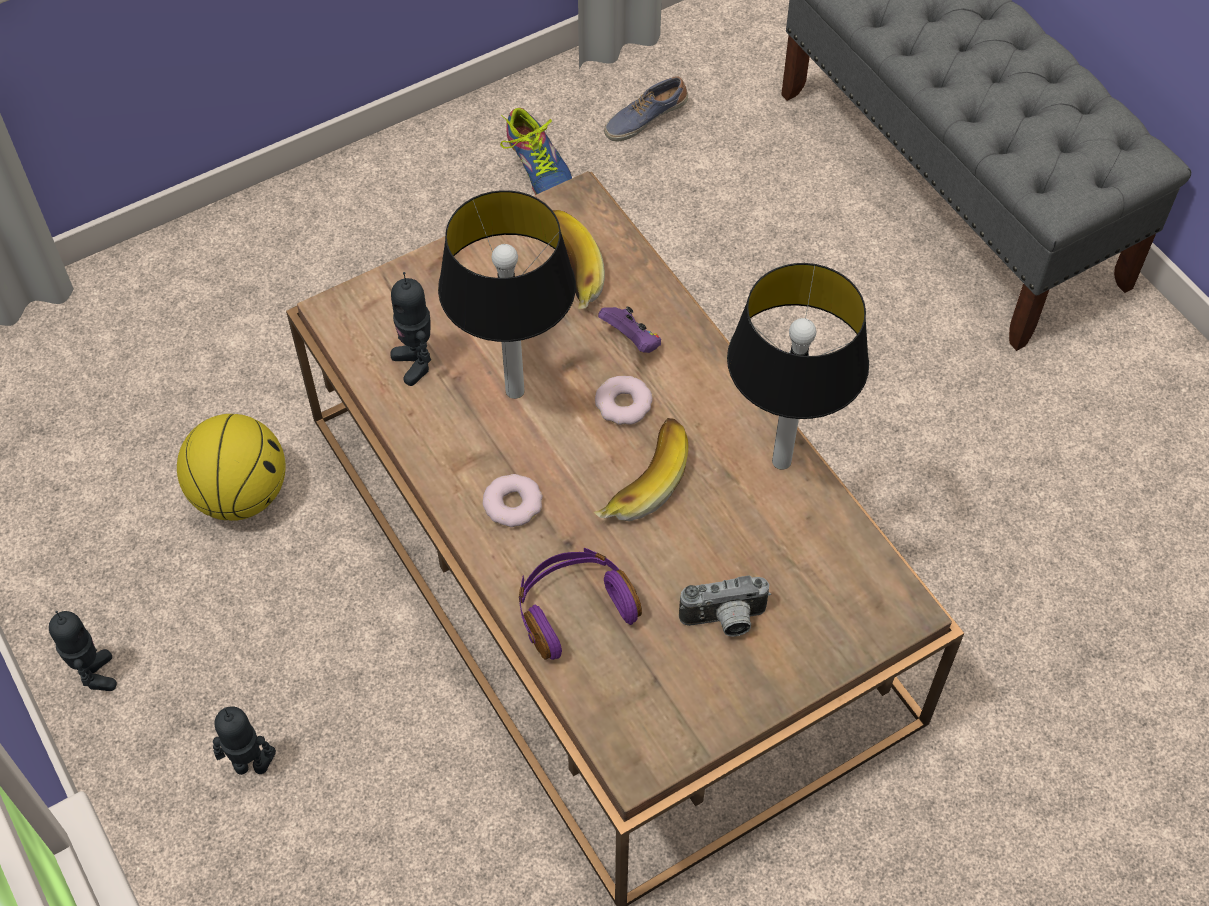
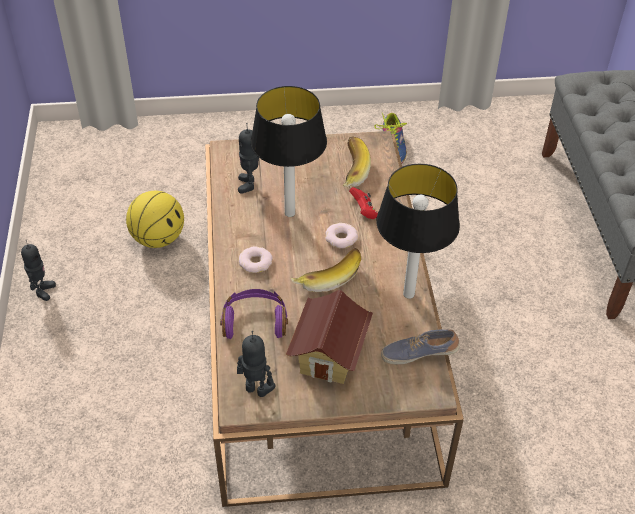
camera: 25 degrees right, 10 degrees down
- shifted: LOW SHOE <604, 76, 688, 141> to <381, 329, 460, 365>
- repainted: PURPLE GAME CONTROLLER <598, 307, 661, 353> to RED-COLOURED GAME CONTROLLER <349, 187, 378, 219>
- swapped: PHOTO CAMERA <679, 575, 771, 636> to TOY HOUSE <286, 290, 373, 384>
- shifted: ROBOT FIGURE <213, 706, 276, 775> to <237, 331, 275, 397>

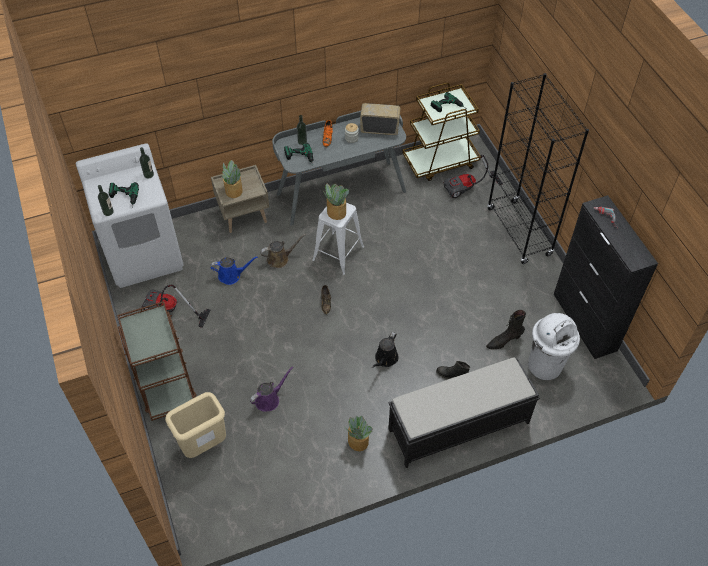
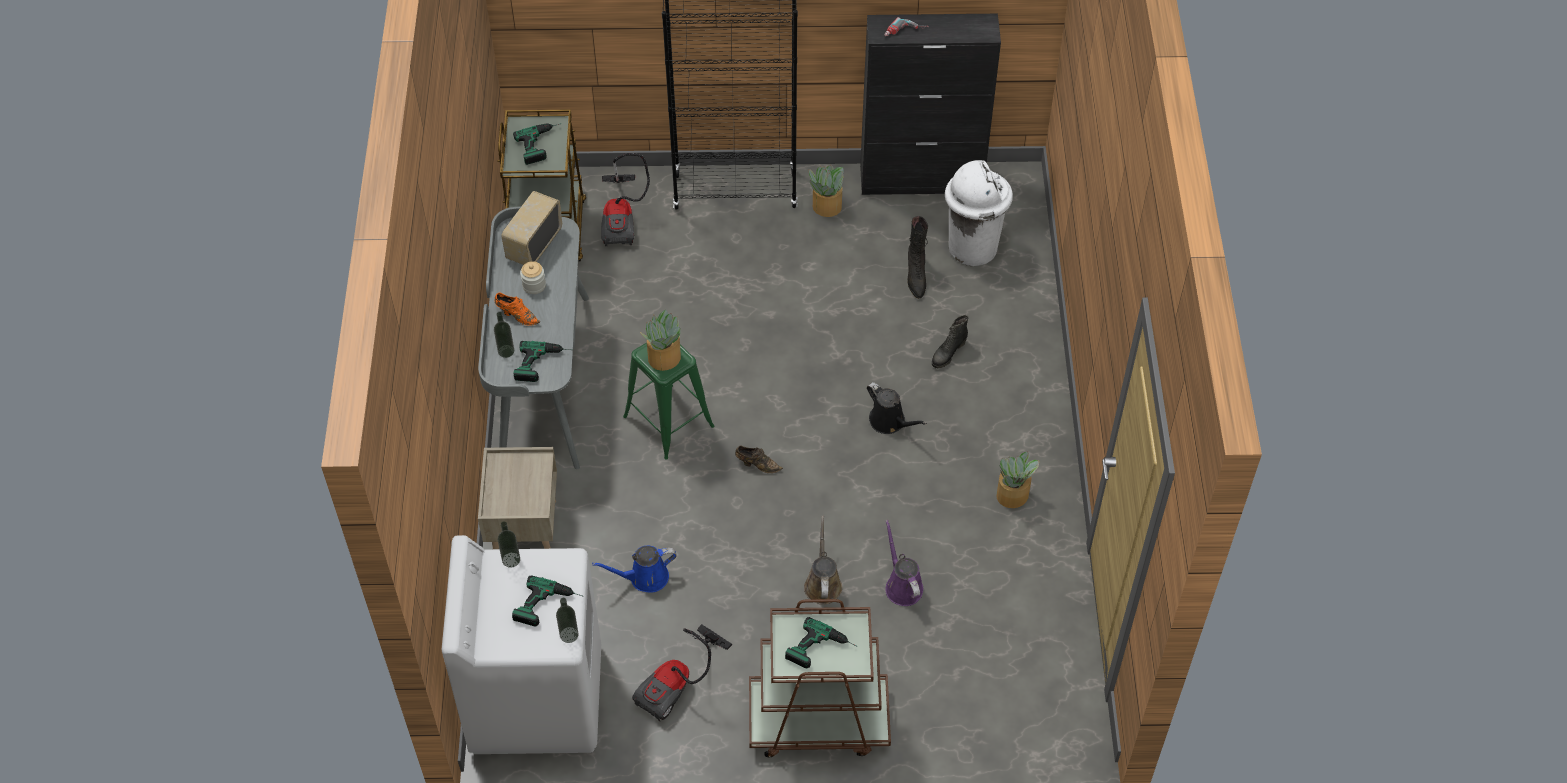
camera: 70 degrees left, 0 degrees up
- shifted: PLANT IN A POT <221, 160, 243, 198> to <809, 165, 844, 217>
- repainted: WHITISH STOOL SEAT <312, 203, 364, 275> to GREEN STOOL SEAT <623, 342, 714, 459>
- shifted: BROWN WATERING CAN <260, 234, 306, 268> to <804, 515, 842, 605>
- rotated: BLUISH WATERING CAN <210, 256, 258, 285> = <592, 546, 677, 593> 120 degrees counterclockwise
- gone: BLACK LONG SEAT <388, 357, 540, 468>
- gone: BEIGE RUBBISH BIN <165, 392, 226, 458>
- new: DRILL <785, 617, 858, 668>

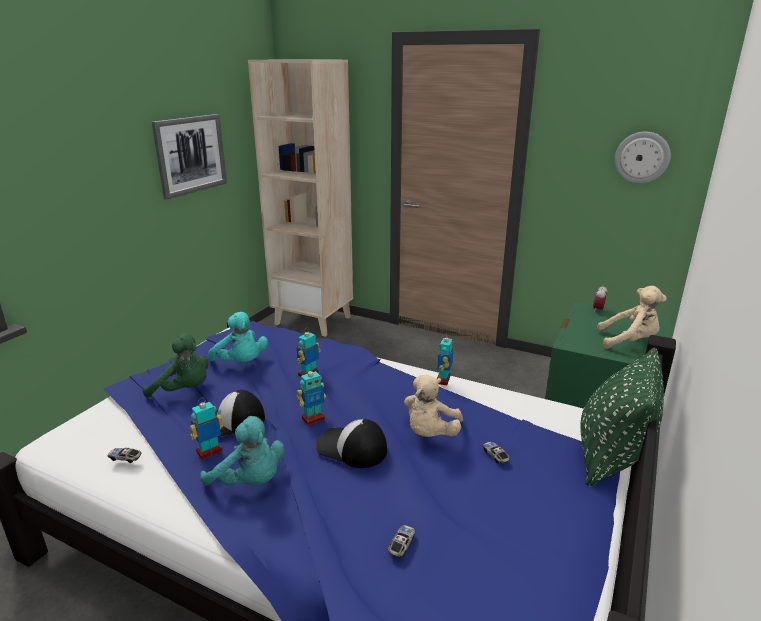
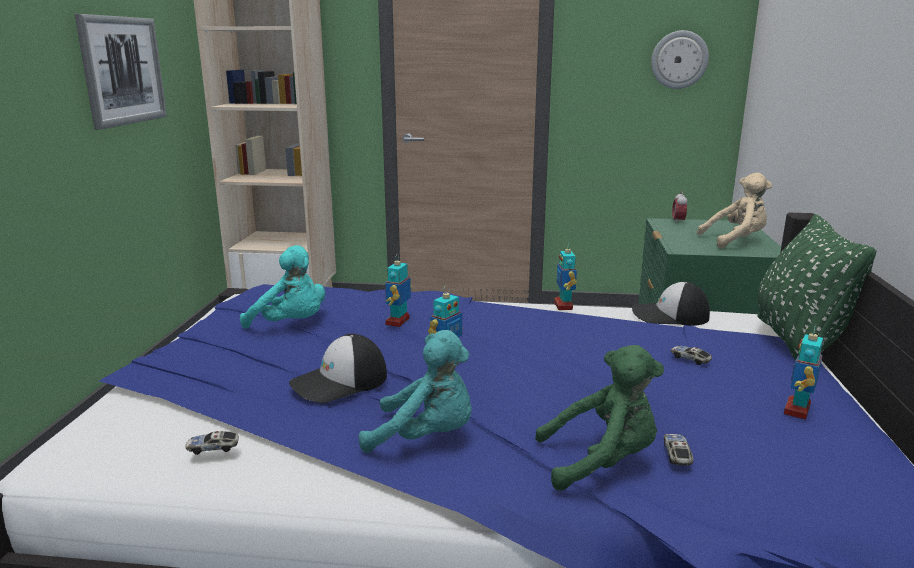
camera: 20 degrees left, 5 degrees down
- shifted: GREEN SOFT TOY <143, 333, 208, 398> to <535, 345, 664, 491>
- gone: BEIGE SOFT TOY <404, 374, 463, 437>
- shifted: ROBOT FIGURE <190, 398, 223, 460> to <784, 325, 823, 420>
- shifted: PEAKED CAP <316, 419, 387, 468> to <632, 282, 710, 326>

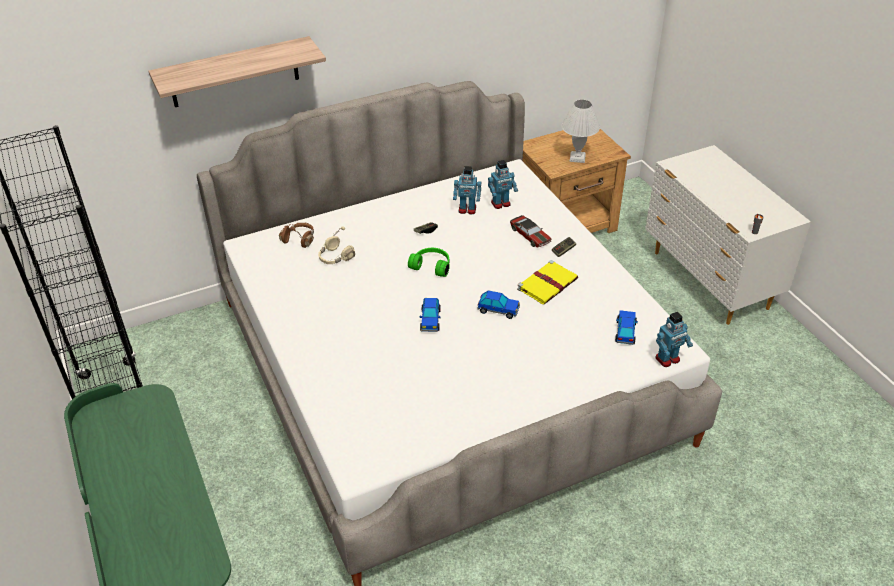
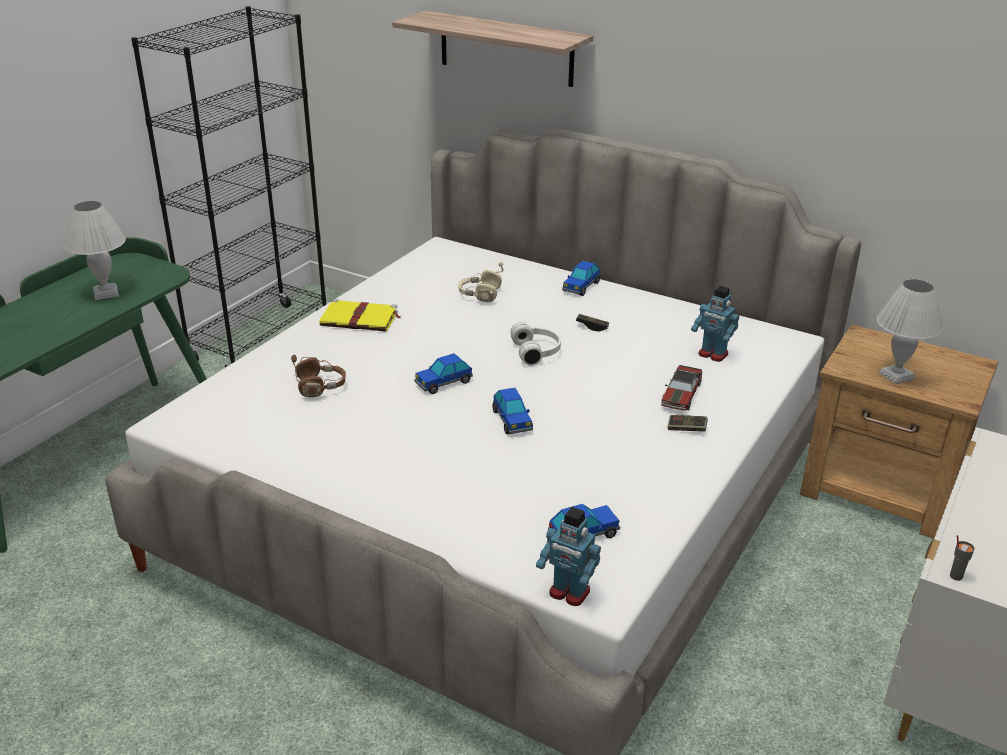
camera: 55 degrees right, 10 degrees down
- gone: ROBOT FIGURE <453, 166, 481, 214>
- shifted: BROWN PAIR OF HEADPHONES <279, 223, 314, 248> to <291, 355, 346, 397>
- repainted: GREEN PAIR OF HEADPHONES <408, 248, 450, 277> to WHITISH PAIR OF HEADPHONES <510, 322, 561, 366>
- shifted: YELLOW-COLOURED BOOK <517, 260, 578, 305> to <319, 299, 401, 332>
- new: WHITISH LAMP FOR A TABLE <64, 201, 126, 300>
- new: MINIATURE CAR <562, 261, 600, 296>

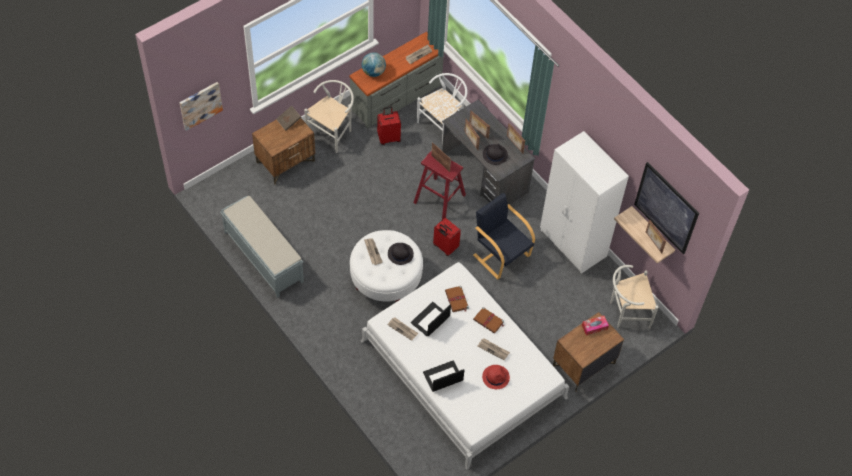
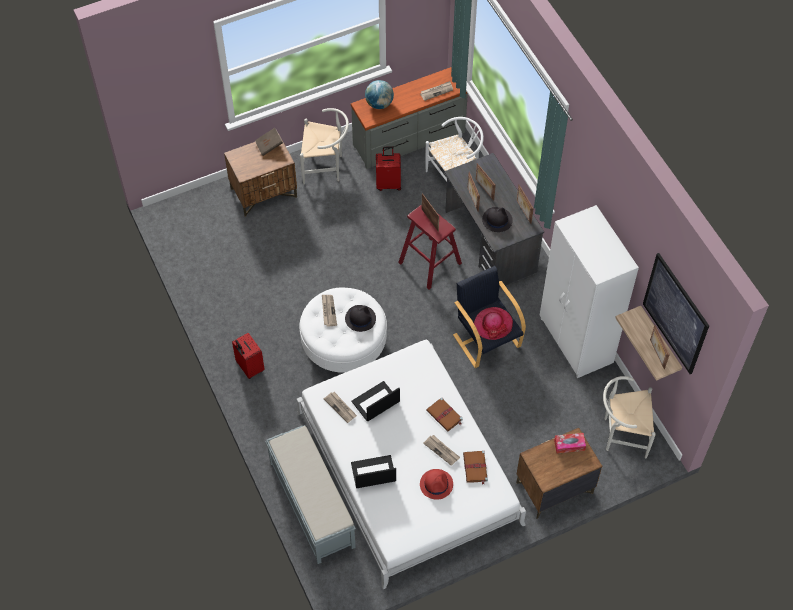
camera: 15 degrees right, 0 degrees up
- rotated: WHITISH PLAIN CHAIR <304, 80, 354, 153> = <300, 108, 349, 184> 45 degrees clockwise
- gone: PICTURE <180, 82, 223, 131>
- shifted: GREYISH LONG SEAT <220, 196, 304, 298> to <265, 425, 356, 564>
- shifted: RED-COLOURED TRAVEL CASE <433, 218, 461, 256> to <232, 333, 265, 379>
- shifted: BROWN BOOK <445, 286, 469, 312> to <463, 451, 488, 484>
- new: HAT <474, 307, 513, 340>

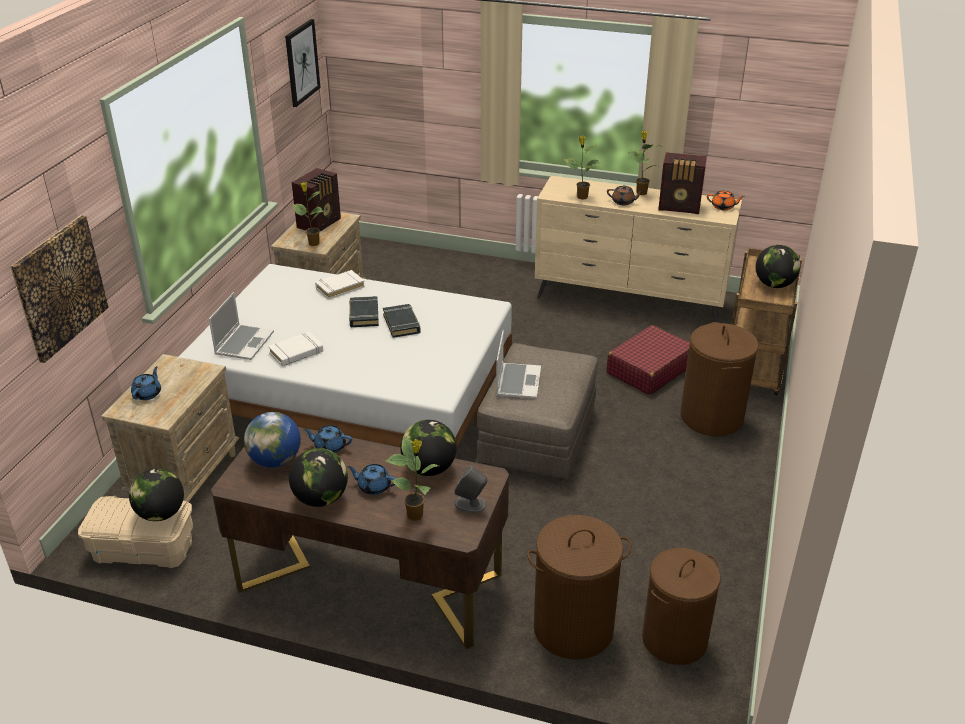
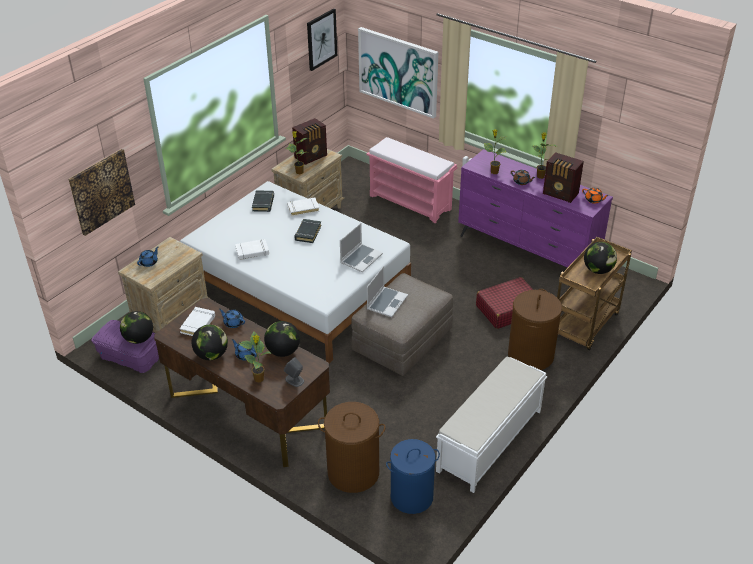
camera: 20 degrees right, 5 degrees up
- repainted: BEIGE DRAWER CHEST <535, 176, 742, 322> to PURPLE DRAWER CHEST <458, 149, 613, 268>
- shifted: LAPTOP <209, 292, 274, 360> to <340, 223, 383, 272>
- shifted: BLACK BOOK <383, 304, 421, 338> to <252, 190, 274, 212>
- swapped: GLOBE <244, 412, 301, 468> to WHITISH BOOK <180, 307, 215, 336>
- repainted: BEIGE STORAGE BIN <78, 496, 193, 568> to PURPLE STORAGE BIN <91, 320, 159, 373>
- repainted: BROWN LAUNDRY BASKET <642, 548, 721, 665> to BLUISH LAUNDRY BASKET <386, 439, 440, 514>
- new: PICTURE <358, 27, 438, 119>
- new: PINK LONG SEAT <367, 137, 457, 223>
- new: WHITISH LONG SEAT <436, 357, 547, 493>

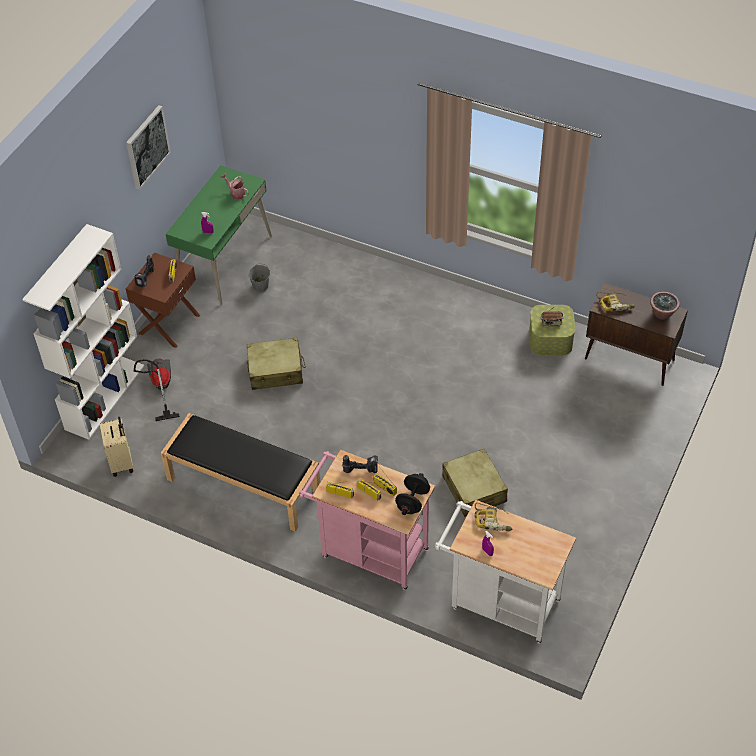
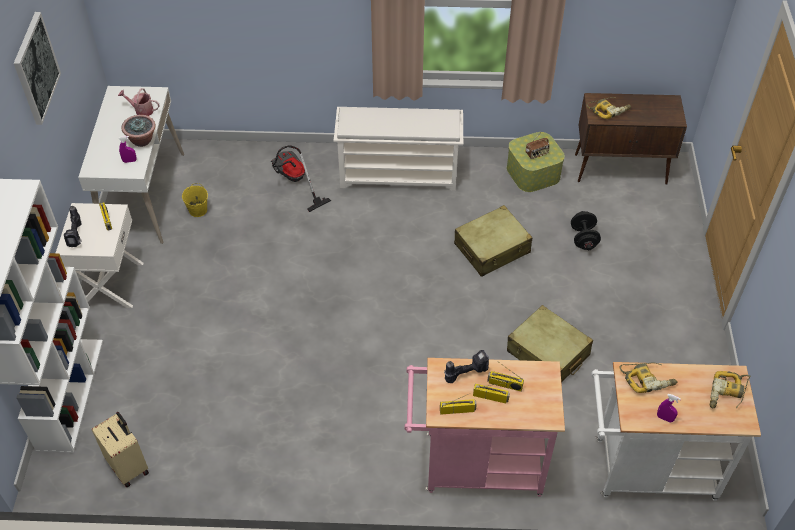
camera: 25 degrees left, 0 degrees up
- repainted: GREEN DESK <166, 165, 272, 305> to WHITISH DESK <78, 86, 184, 244>
- repainted: BROWN NIGHTSTAND <126, 252, 200, 348> to WHITISH NIGHTSTAND <56, 203, 143, 308>
- repainted: GREYISH PAIL <248, 265, 270, 292> to YELLOW-COLOURED PAIL <182, 183, 208, 217>
- shifted: PLANT IN A POT <650, 291, 680, 320> to <121, 115, 156, 147>
- shifted: BEIGE TRAVEL CASE <247, 337, 306, 390> to <454, 205, 532, 277>
- shifted: HOOVER <134, 359, 180, 421> to <270, 145, 331, 212>
- gone: BLACK LONG SEAT <161, 413, 320, 532>
- shifted: BLACK HAND WEIGHT <395, 473, 430, 515> to <571, 211, 601, 250>
- new: WHITISH SHOE RACK <333, 107, 463, 191>
- new: DRILL <710, 371, 750, 409>

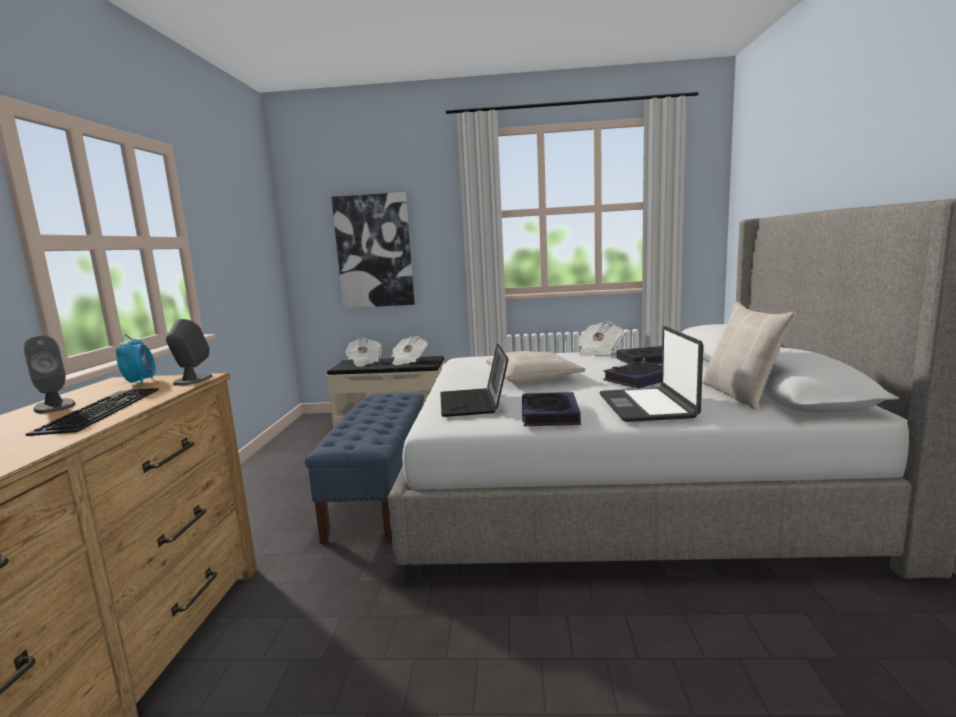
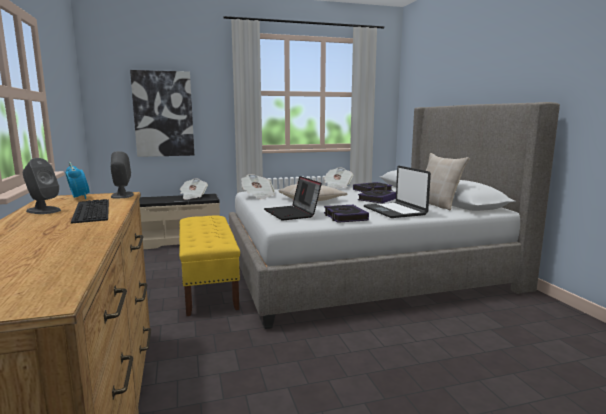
camera: 20 degrees left, 0 degrees up
- shifted: DAILY PAPER <345, 338, 382, 367> to <241, 174, 275, 199>
- repainted: BLUISH LONG SEAT <305, 393, 424, 544> to YELLOW-COLOURED LONG SEAT <179, 216, 240, 316>

